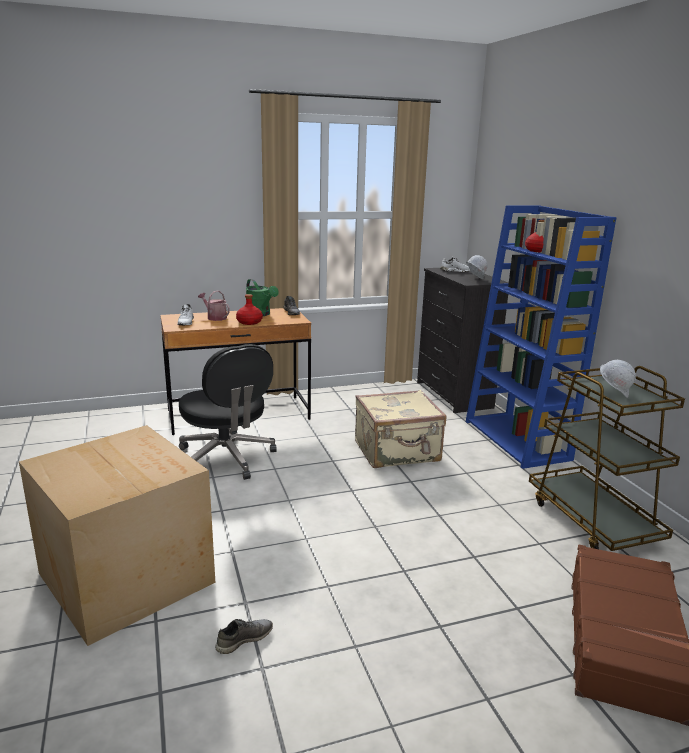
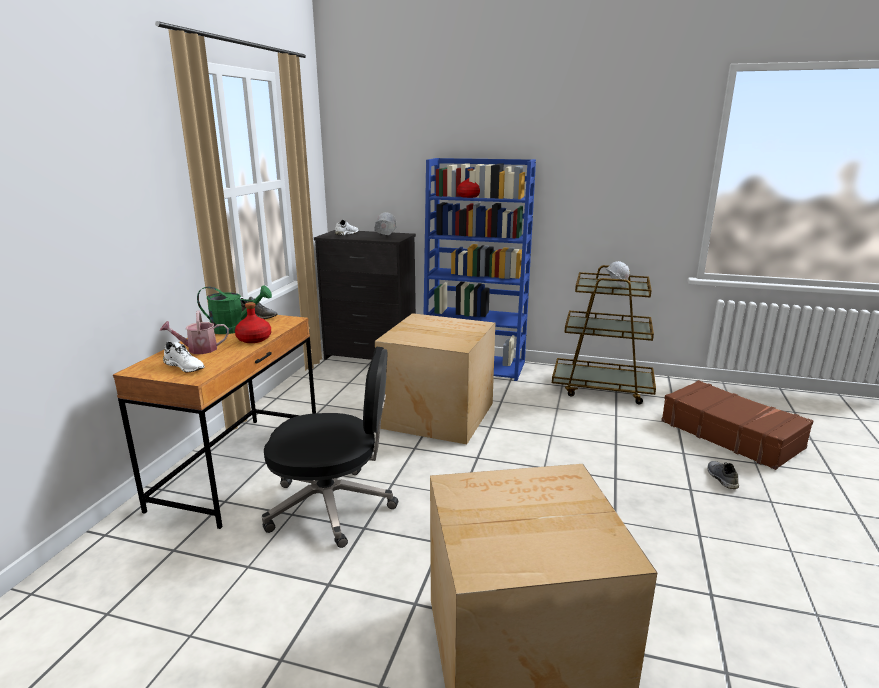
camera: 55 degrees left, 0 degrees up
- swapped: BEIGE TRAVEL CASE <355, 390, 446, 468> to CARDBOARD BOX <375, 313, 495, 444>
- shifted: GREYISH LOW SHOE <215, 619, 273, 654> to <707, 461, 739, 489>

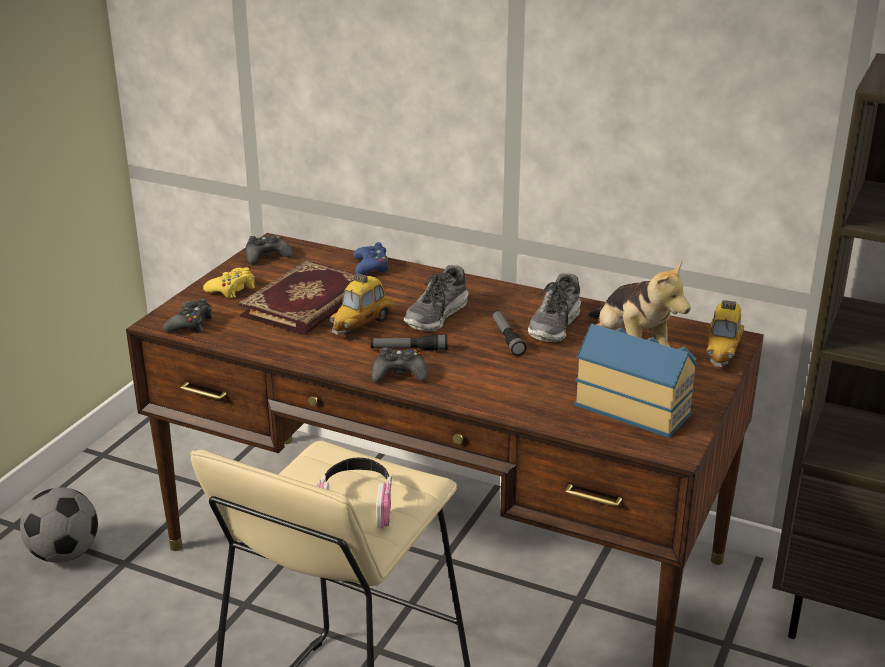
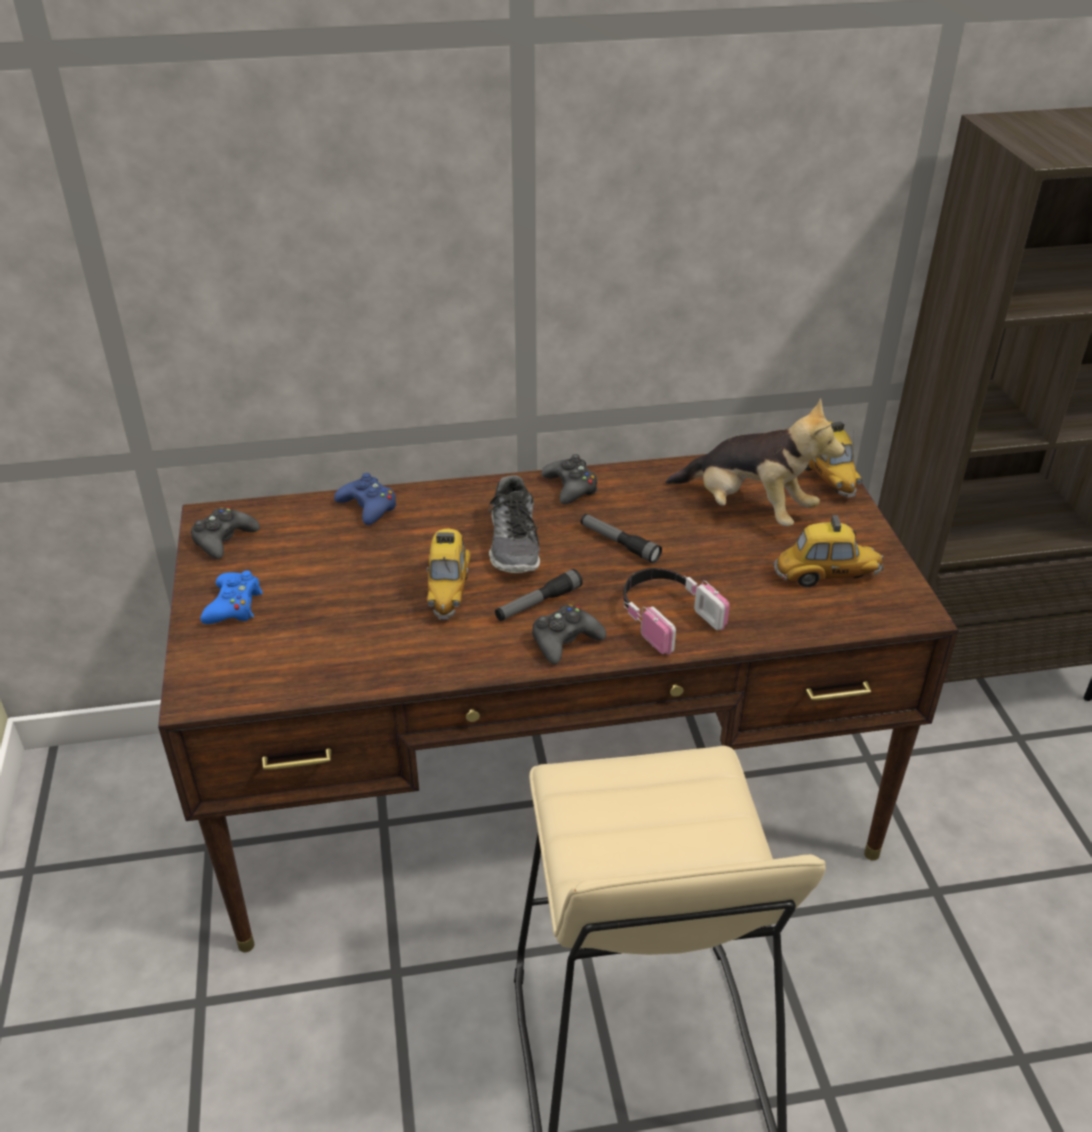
camera: 35 degrees left, 10 degrees up
- gone: BOOK <238, 260, 355, 335>
- repainted: YELLOW-COLOURED GAME CONTROLLER <203, 267, 255, 298> to BLUISH GAME CONTROLLER <201, 570, 263, 624>
- gone: LOW SHOE <528, 273, 581, 342>
- shifted: BLACK GAME CONTROLLER <163, 298, 214, 333> to <541, 454, 598, 504>
- swapped: TOY HOUSE <574, 324, 697, 438> to MINIATURE CAR <773, 516, 884, 587>
- shifted: PAIR OF HEADPHONES <317, 458, 392, 529> to <623, 568, 730, 655>
- gone: BALL FOR FOOTBALL <20, 487, 98, 563>

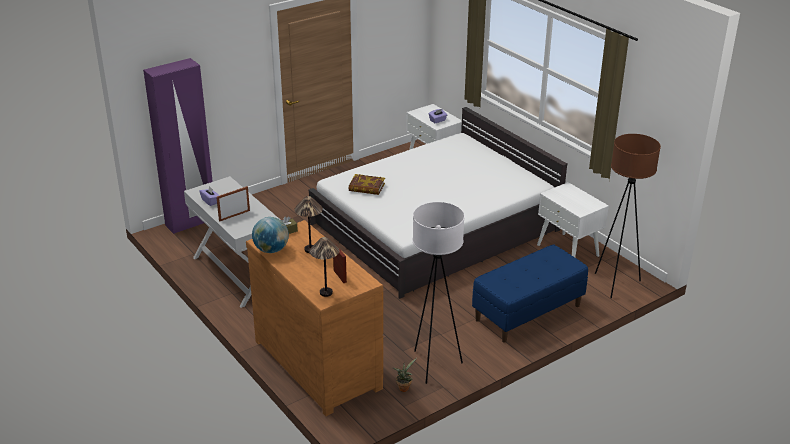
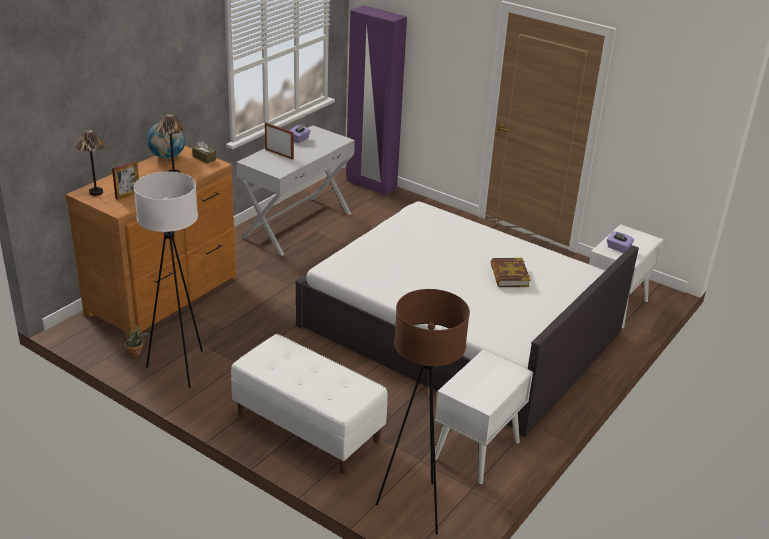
camera: 70 degrees right, 0 degrees up
- shifted: BOOK <348, 174, 385, 195> to <491, 258, 530, 287>
- repainted: BLUISH LONG SEAT <472, 244, 588, 343> to WHITISH LONG SEAT <231, 334, 388, 474>

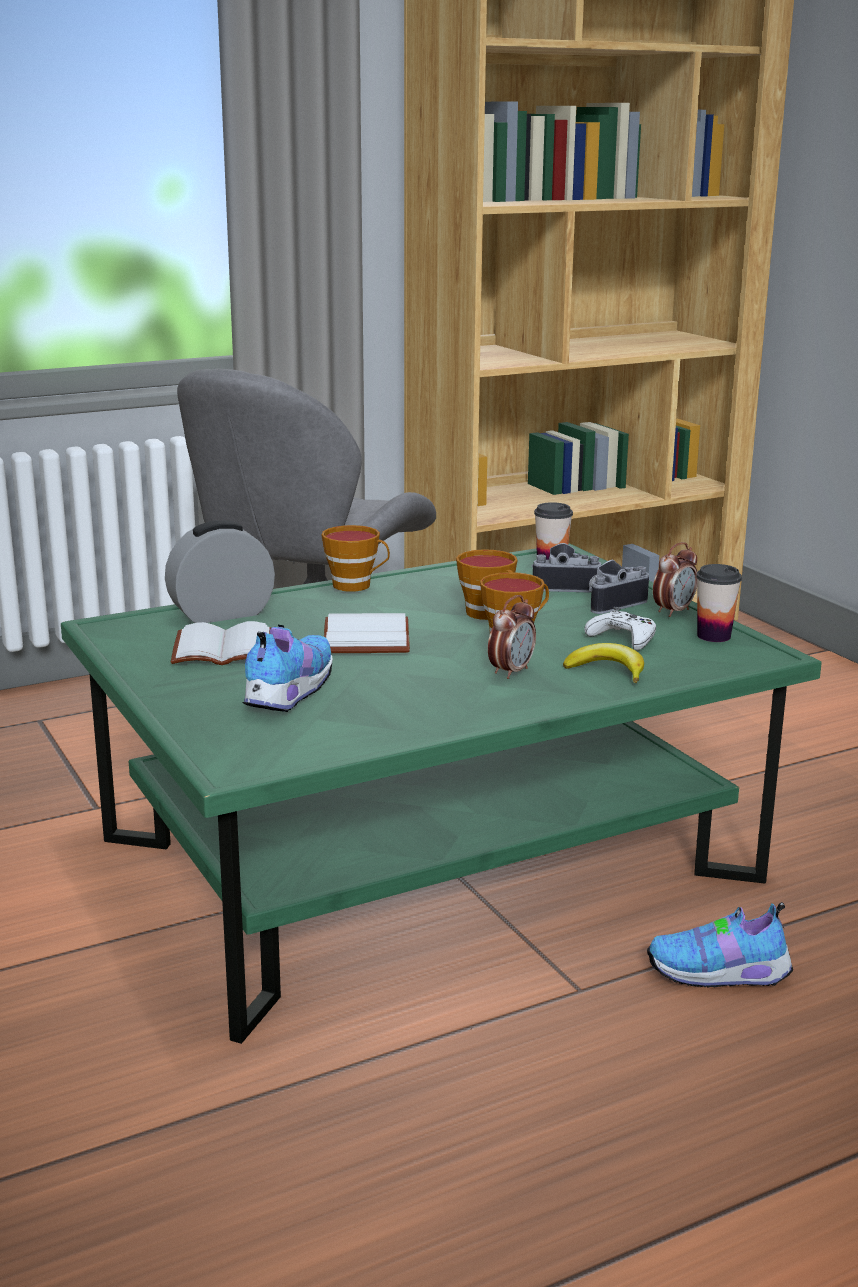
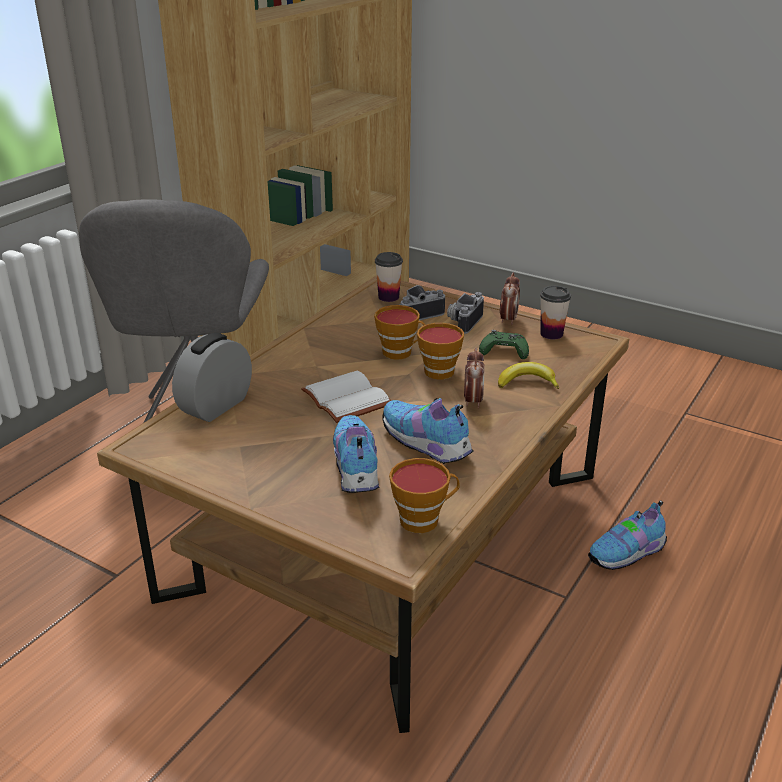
camera: 30 degrees left, 10 degrees up
- shifted: CUP <322, 525, 390, 592> to <389, 458, 460, 533>
- repainted: GREEN LOUNGE TABLE <61, 544, 822, 1044> to BROWN LOUNGE TABLE <97, 276, 629, 733>
- repainted: WHITISH GAME CONTROLLER <584, 607, 656, 650> to GREEN GAME CONTROLLER <479, 330, 529, 359>
- gone: WHITISH BOOK <171, 621, 272, 665>
- new: LOW SHOE <382, 398, 474, 464>

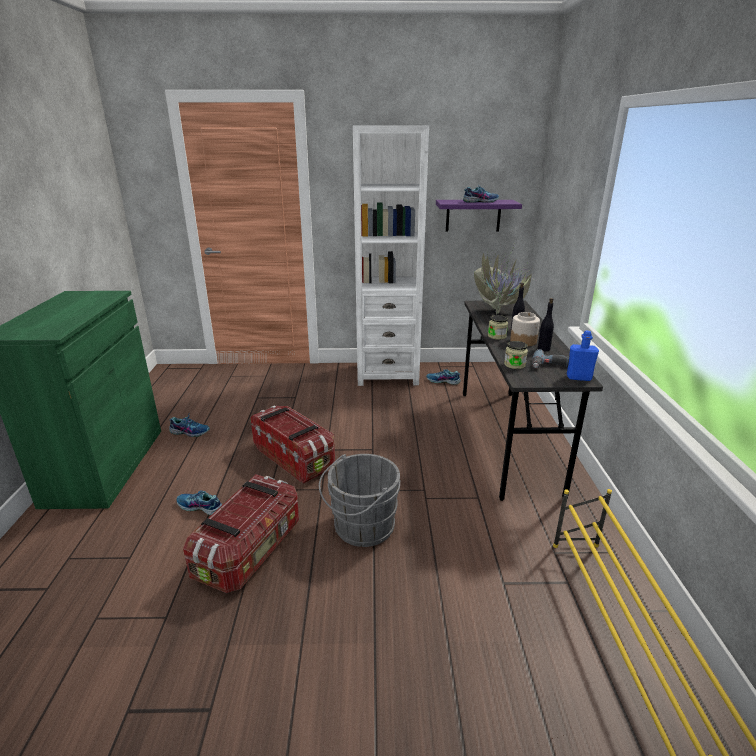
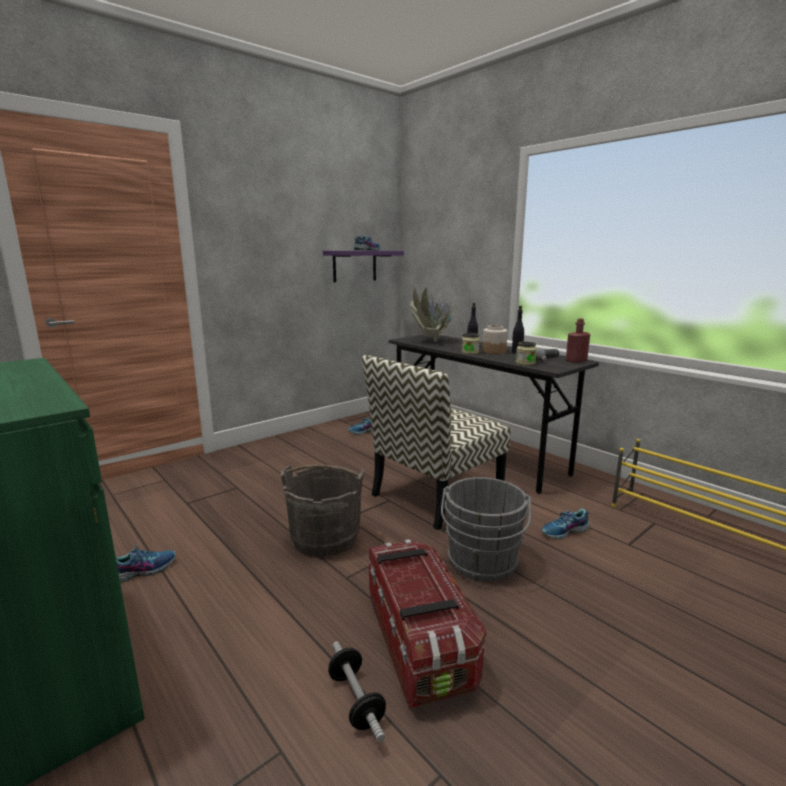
camera: 40 degrees left, 10 degrees down
- gone: WHITISH BOOKCASE <353, 125, 429, 386>
- repainted: BLUISH DRINK BOTTLE <567, 331, 599, 381> to RED-COLOURED DRINK BOTTLE <566, 318, 590, 363>
- swapped: STORAGE BIN <251, 405, 335, 484> to GREYISH PAIL <281, 464, 364, 557>
- shifted: LOW SHOE <177, 490, 222, 515> to <541, 509, 590, 540>
- new: PLAIN CHAIR <362, 355, 511, 530>
- new: HAND WEIGHT <328, 642, 386, 742>

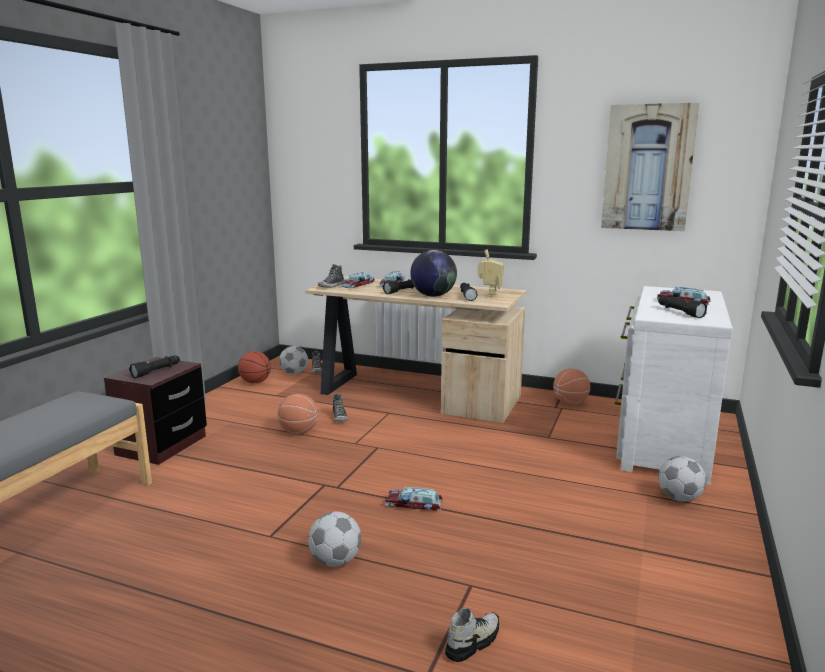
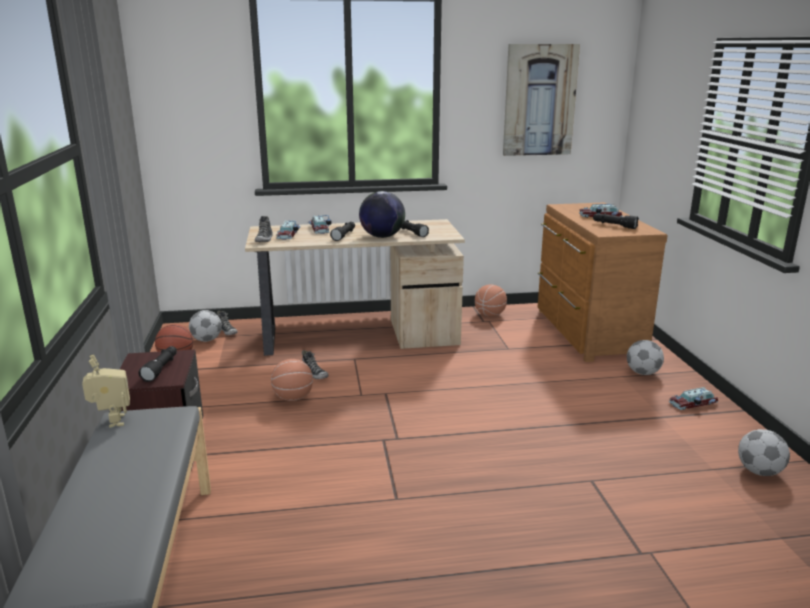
camera: 30 degrees left, 5 degrees up
- shifted: ROBOT FIGURE <478, 249, 504, 298> to <82, 355, 130, 428>
- repainted: WHITISH DRAWER CHEST <615, 286, 733, 485> to BROWN DRAWER CHEST <537, 202, 668, 362>
- shifted: MINIATURE CAR <385, 487, 443, 511> to <669, 387, 718, 410>
- shifted: BALL FOR FOOTBALL <308, 511, 361, 567> to <738, 429, 790, 476>
- gone: LOW SHOE <445, 608, 499, 662>

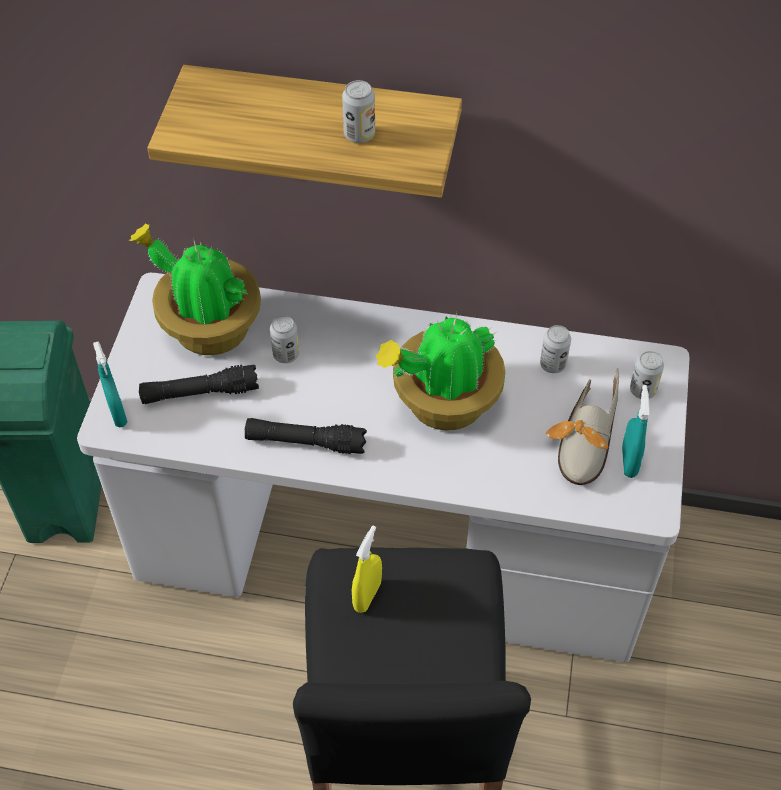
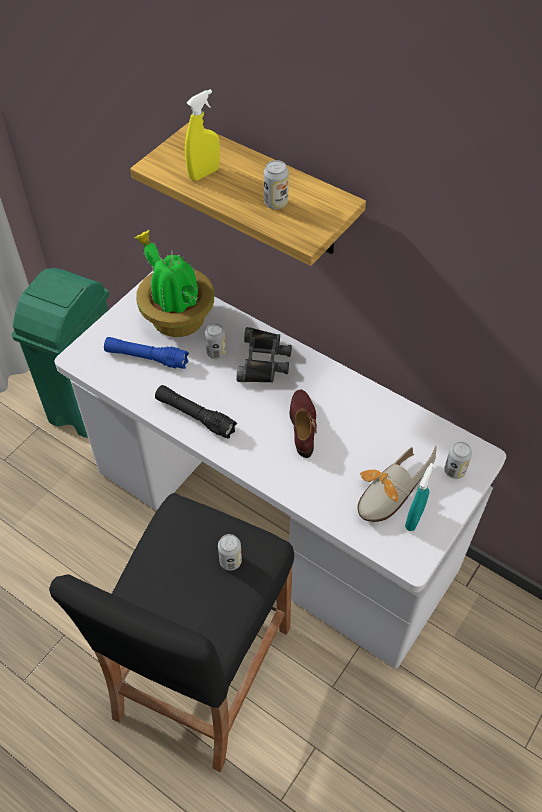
camera: 25 degrees right, 0 degrees up
- swapped: PLANT IN A POT <376, 312, 505, 431> to BROWN LOW SHOE <289, 389, 317, 458>
- shifted: CAN <540, 325, 571, 373> to <218, 534, 242, 571>
- gone: TURQUOISE SPRAYER <93, 341, 127, 427>
- repainted: BLACK HAND TORCH <139, 365, 259, 404> to BLUISH HAND TORCH <104, 337, 189, 369>
- shifted: YELLOW-COLOURED SPRAYER <352, 526, 382, 613> to <185, 89, 220, 181>
- new: BLACK BINOCULARS <237, 327, 292, 383>

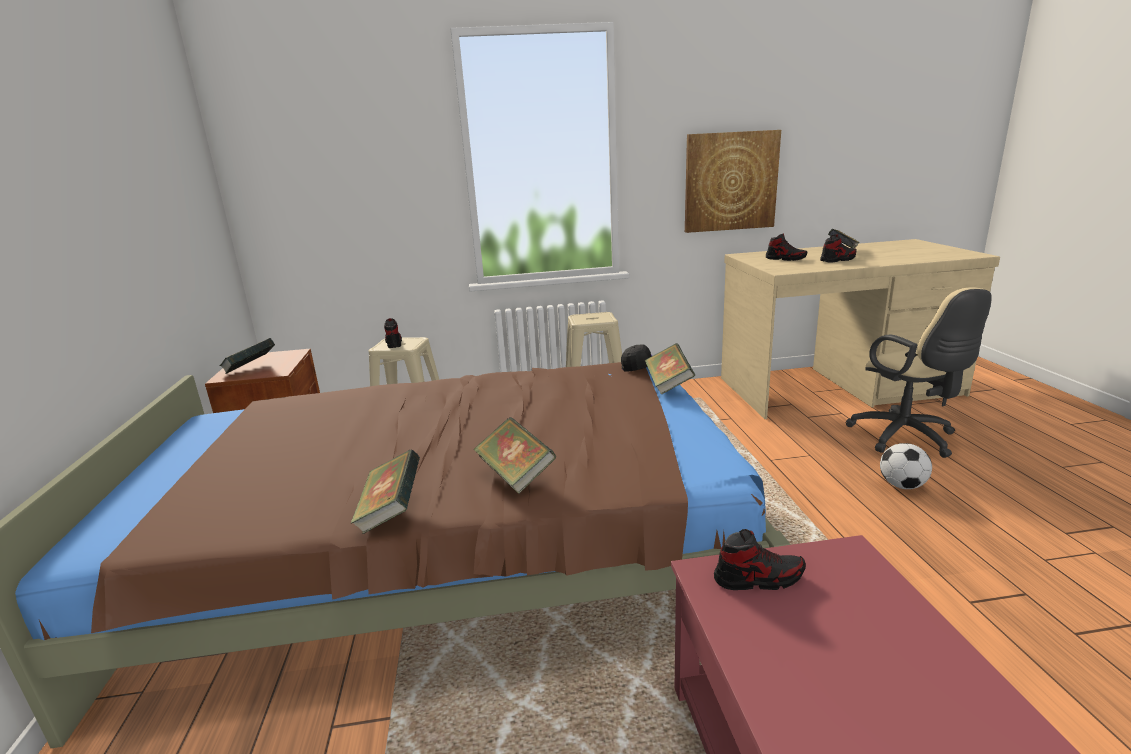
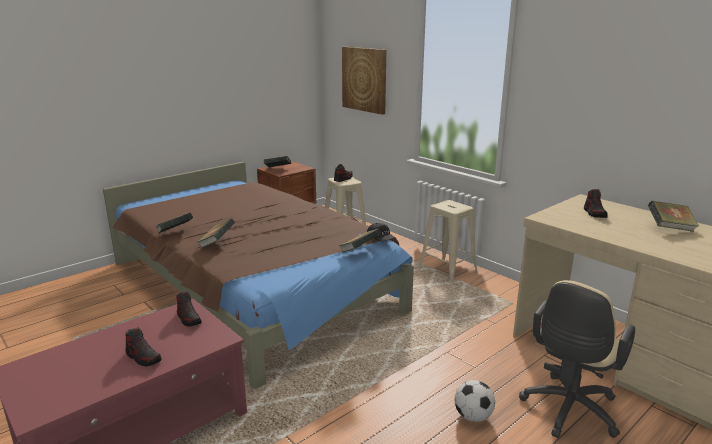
camera: 55 degrees right, 0 degrees up
- shifted: PICTURE <685, 130, 781, 233> to <342, 47, 386, 115>
- shifted: LOW SHOE <820, 234, 856, 263> to <125, 327, 162, 366>

